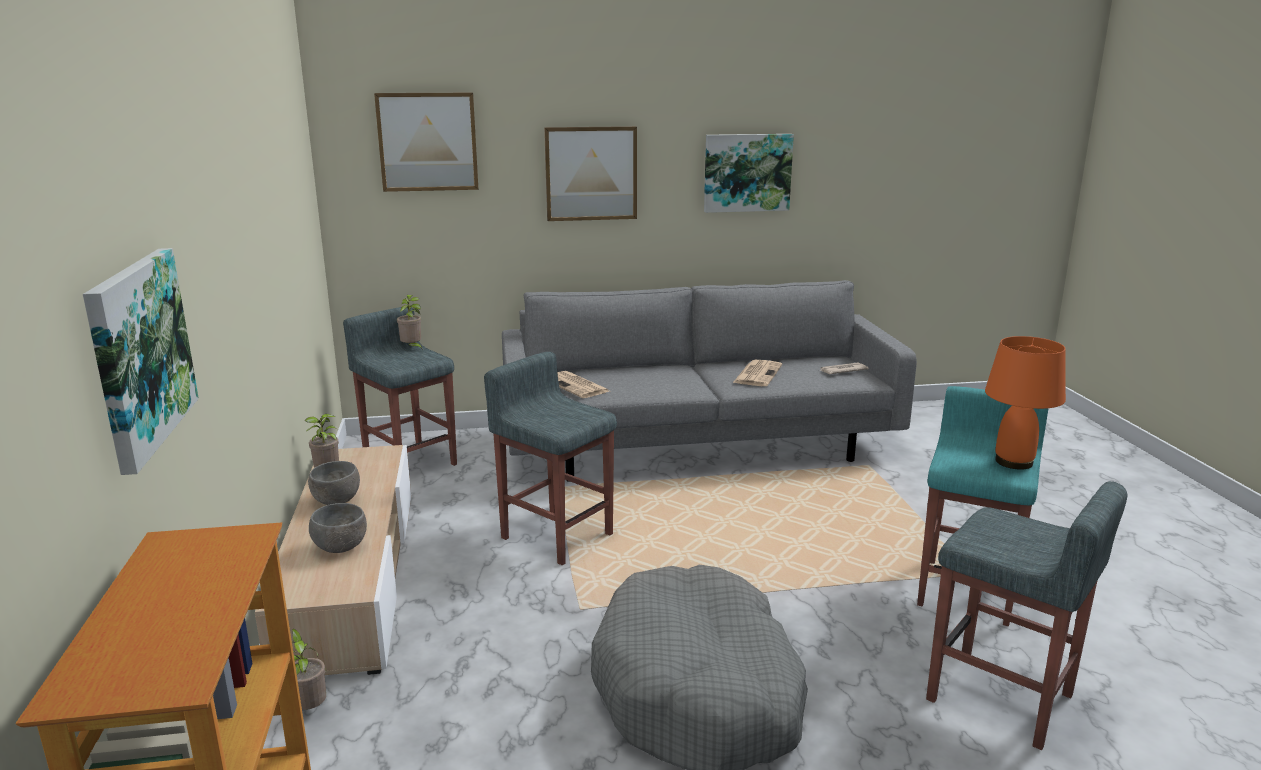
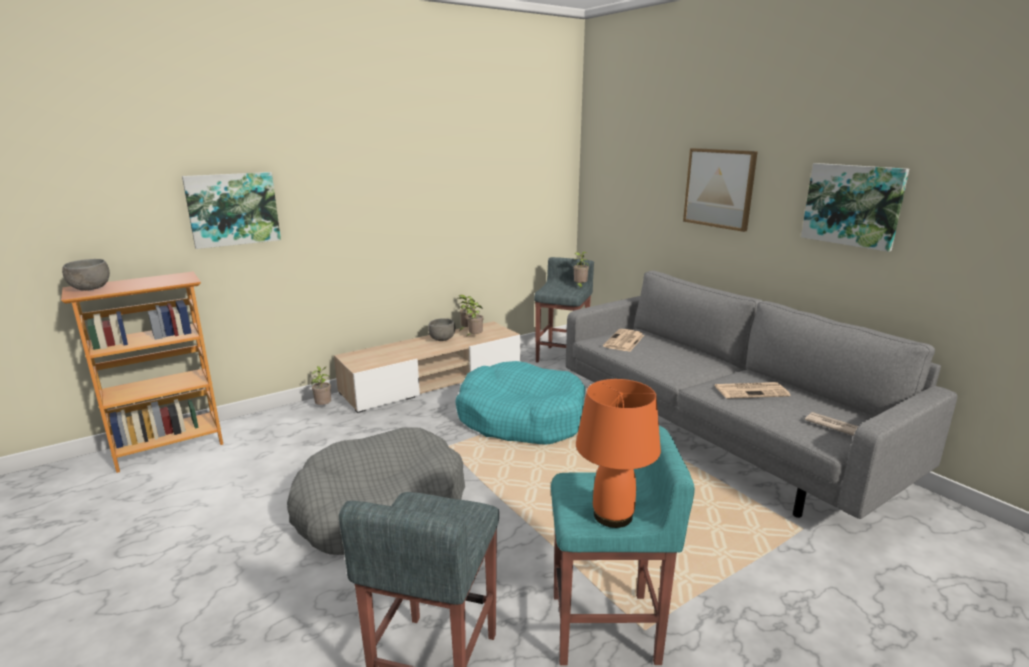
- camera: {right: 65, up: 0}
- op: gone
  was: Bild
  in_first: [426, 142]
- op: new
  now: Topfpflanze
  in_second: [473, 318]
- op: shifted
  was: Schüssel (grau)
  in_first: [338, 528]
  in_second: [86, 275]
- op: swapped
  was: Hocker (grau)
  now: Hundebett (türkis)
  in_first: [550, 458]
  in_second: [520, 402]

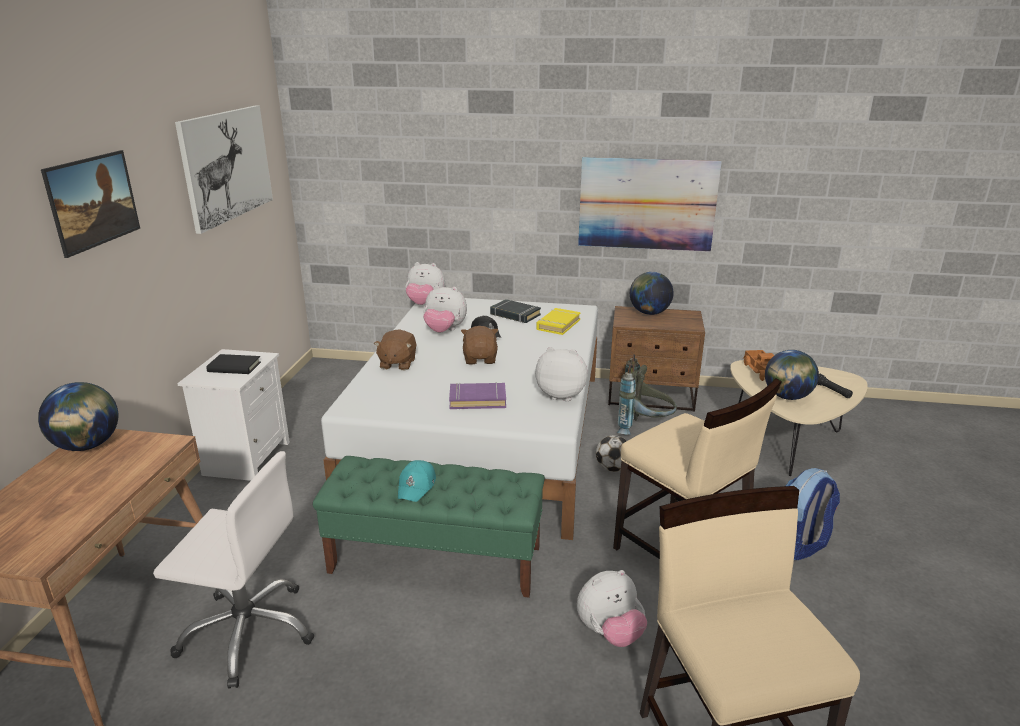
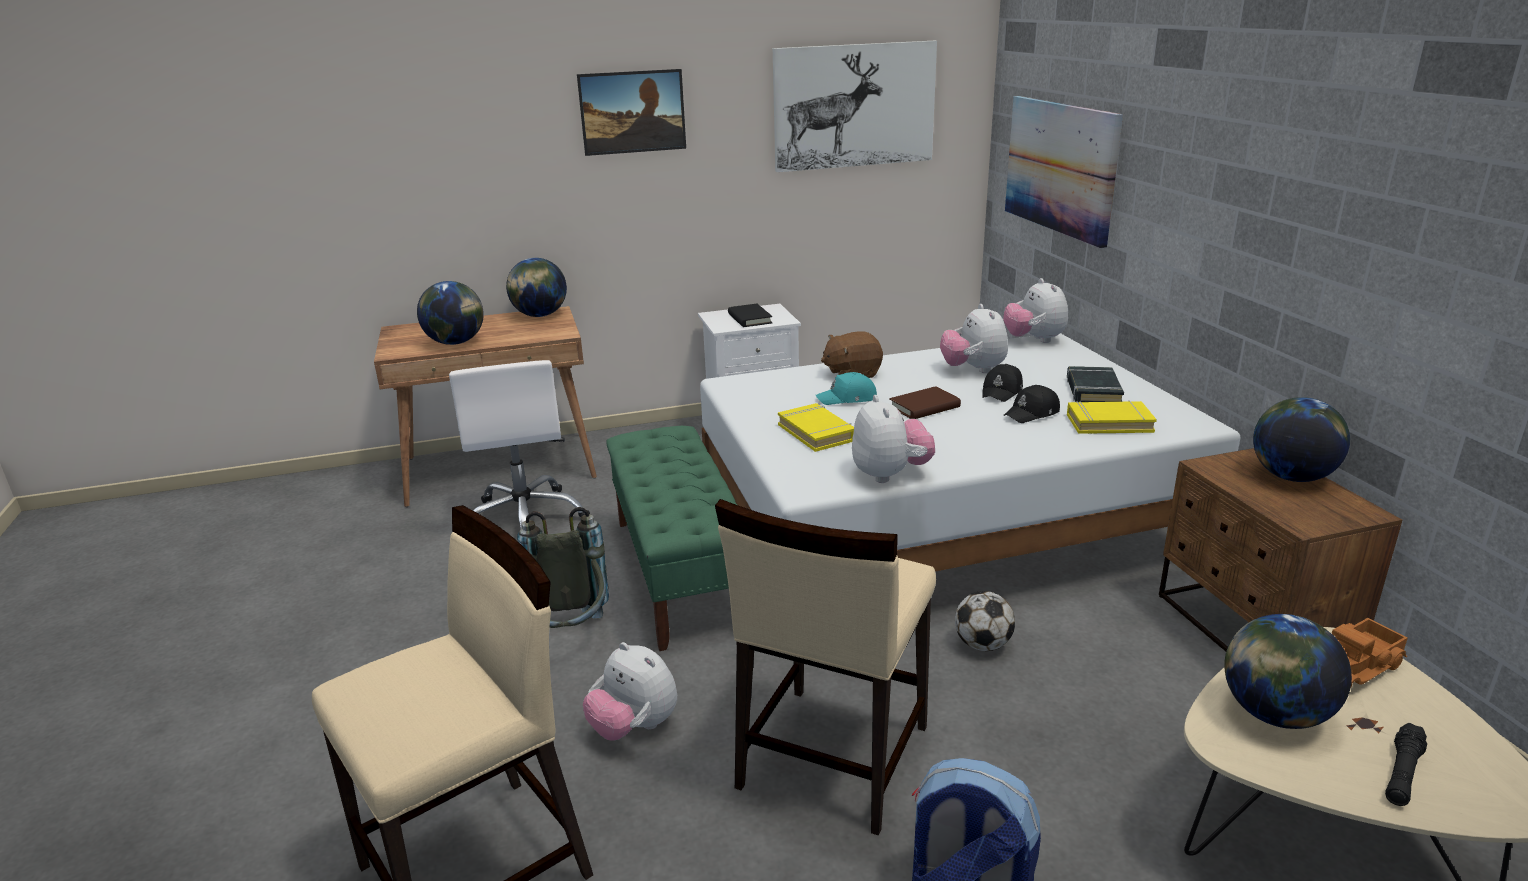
- camera: {right: 65, up: 0}
- op: new
  now: Globus
  in_second: [450, 313]
- op: new
  now: Kappe (schwarz)
  in_second: [1032, 404]
- op: shifted
  was: Kappe (türkis)
  in_first: [417, 481]
  in_second: [846, 388]
- op: shifted
  was: Bild
  in_first: [650, 204]
  in_second: [1064, 172]
- op: shifted
  was: Rucksack (grau)
  in_first: [647, 394]
  in_second: [563, 567]
- op: swapped
  was: Plüschtier (braun)
  now: Buch (braun)
  in_first: [479, 345]
  in_second: [925, 402]
- op: repainted
  was: Buch (lila)
  now: Buch (gelb)
  in_first: [477, 395]
  in_second: [816, 427]

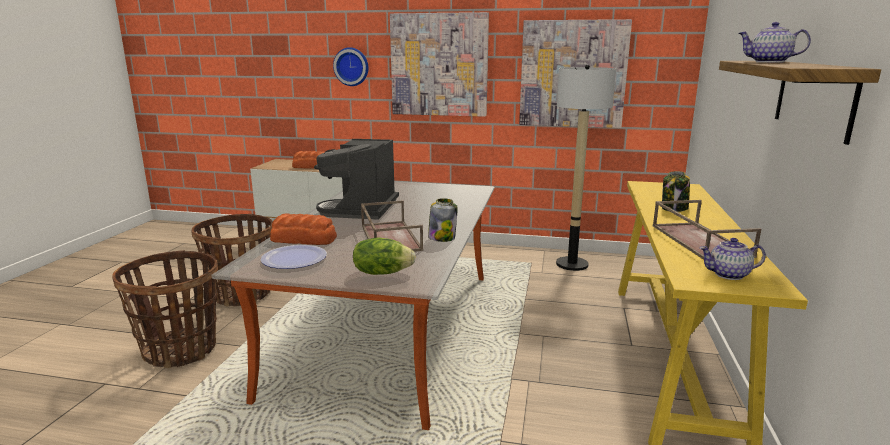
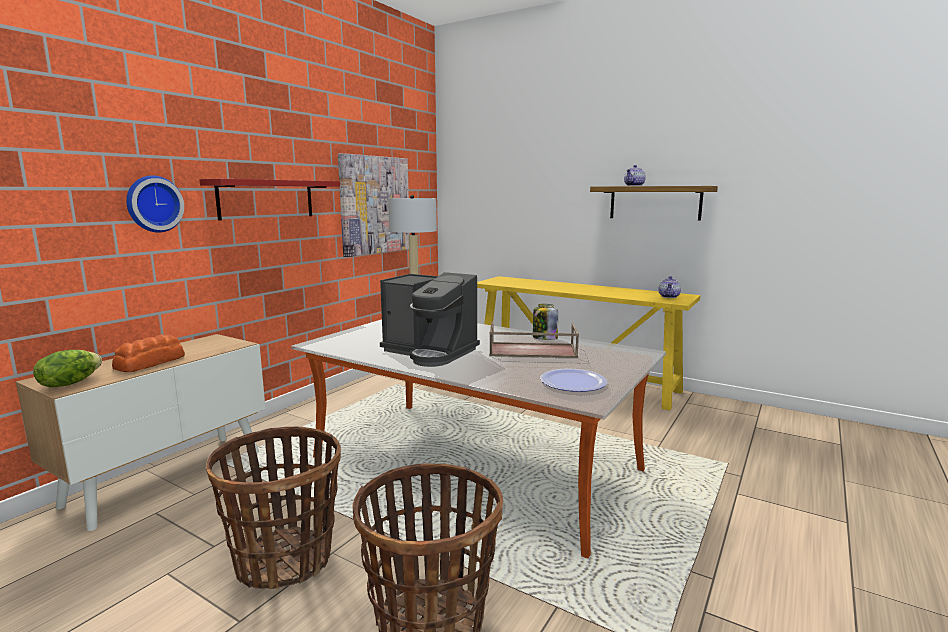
- camera: {right: -70, up: -5}
- op: gone
  was: Brot
  in_first: [303, 229]
- op: gone
  was: Tablett (braun)
  in_first: [707, 230]
- op: gone
  was: Vorratsglas
  in_first: [676, 191]
- op: shifted
  was: Salatkopf
  in_first: [384, 256]
  in_second: [67, 368]
- op: swapped
  was: Bild
  now: Wandregal (rot)
  in_first: [439, 64]
  in_second: [269, 200]

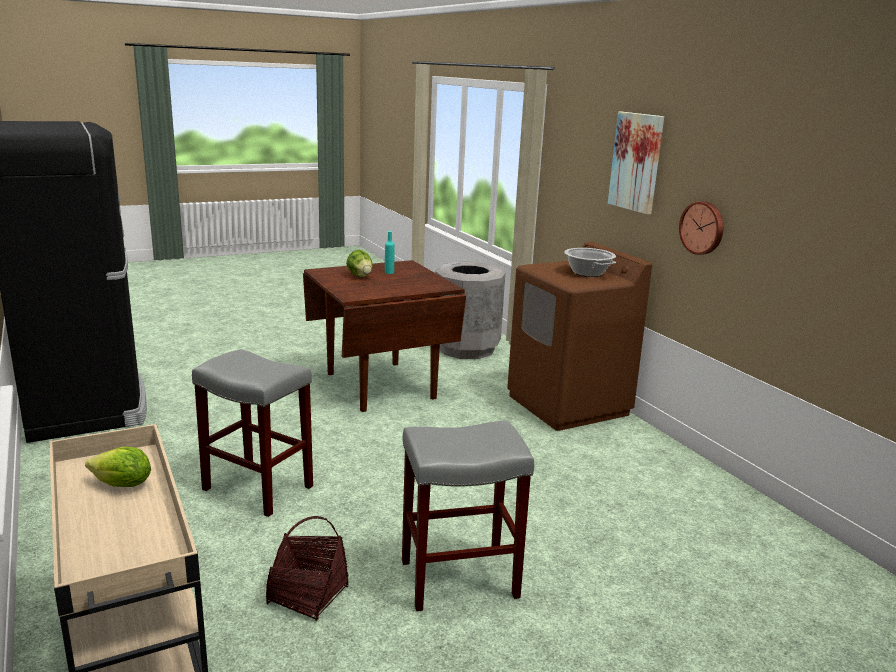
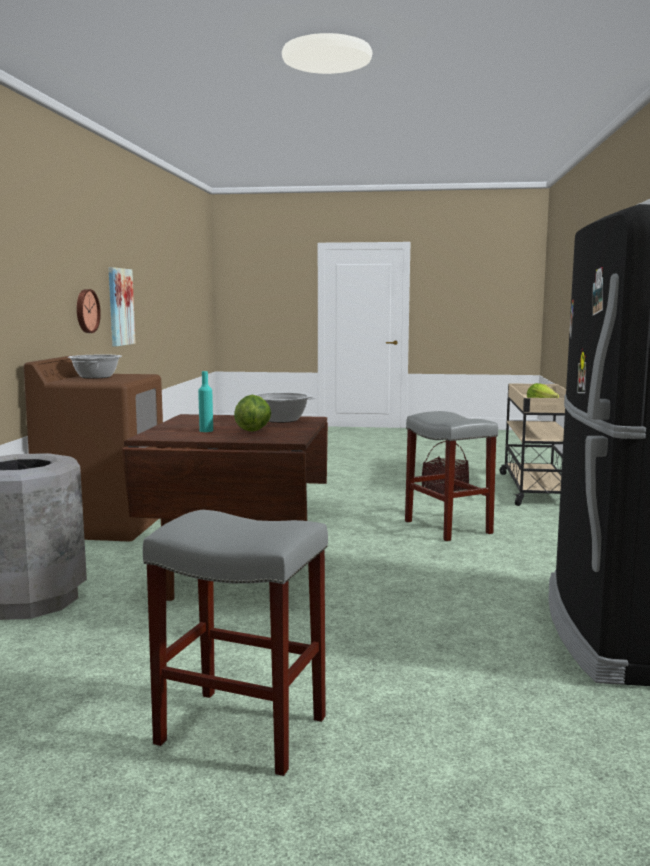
- camera: {right: -145, up: -10}
- op: new
  now: Kochtopf
  in_second: [285, 407]
- op: shifted
  was: Hocker (grau)
  in_first: [468, 515]
  in_second: [235, 643]
- op: shifted
  was: Bild
  in_first: [636, 163]
  in_second: [122, 307]

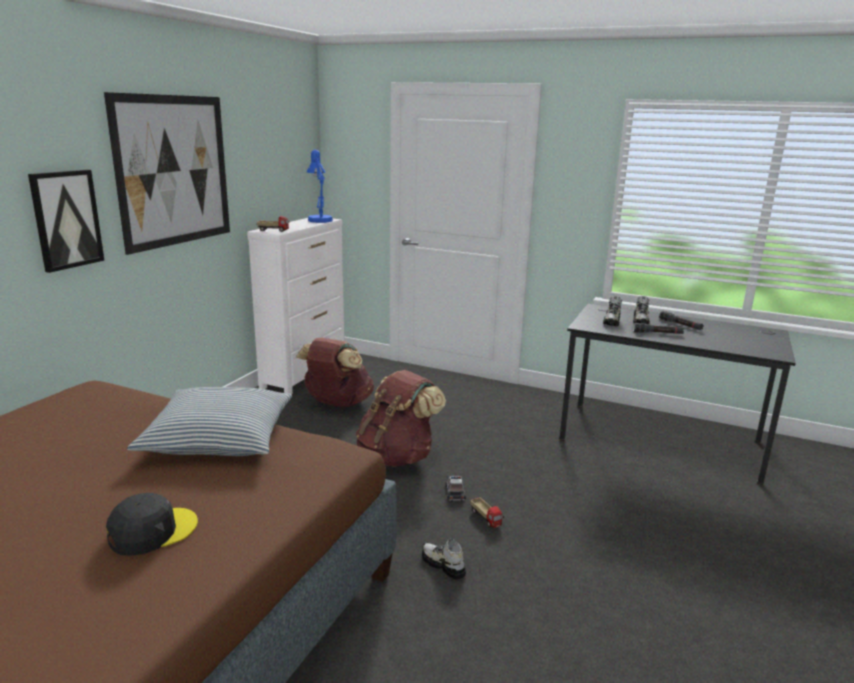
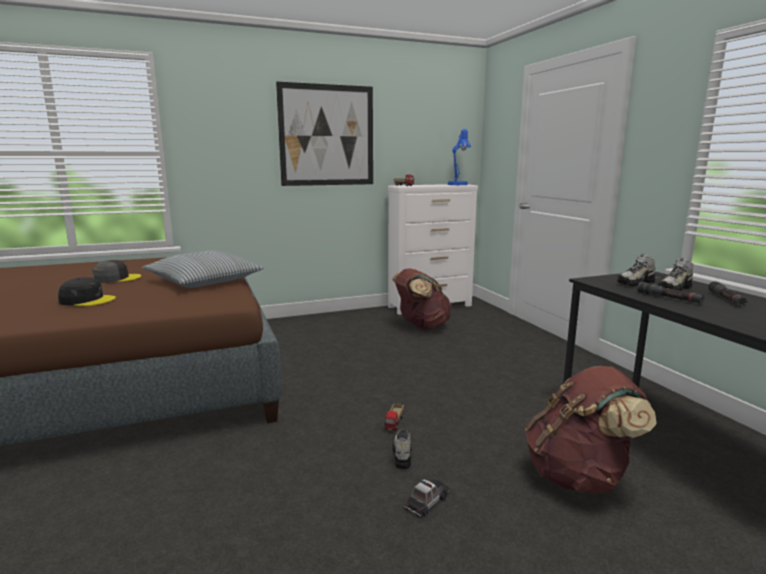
- camera: {right: 45, up: -5}
- op: gone
  was: Bild
  in_first: [66, 221]
- op: new
  now: Kappe (grau)
  in_second: [116, 271]
- op: shifted
  was: Rucksack (braun)
  in_first: [400, 418]
  in_second: [591, 430]
- op: shifted
  was: Schuh
  in_first: [444, 559]
  in_second: [402, 449]
- op: shifted
  was: Spielzeugauto
  in_first: [455, 488]
  in_second: [426, 498]

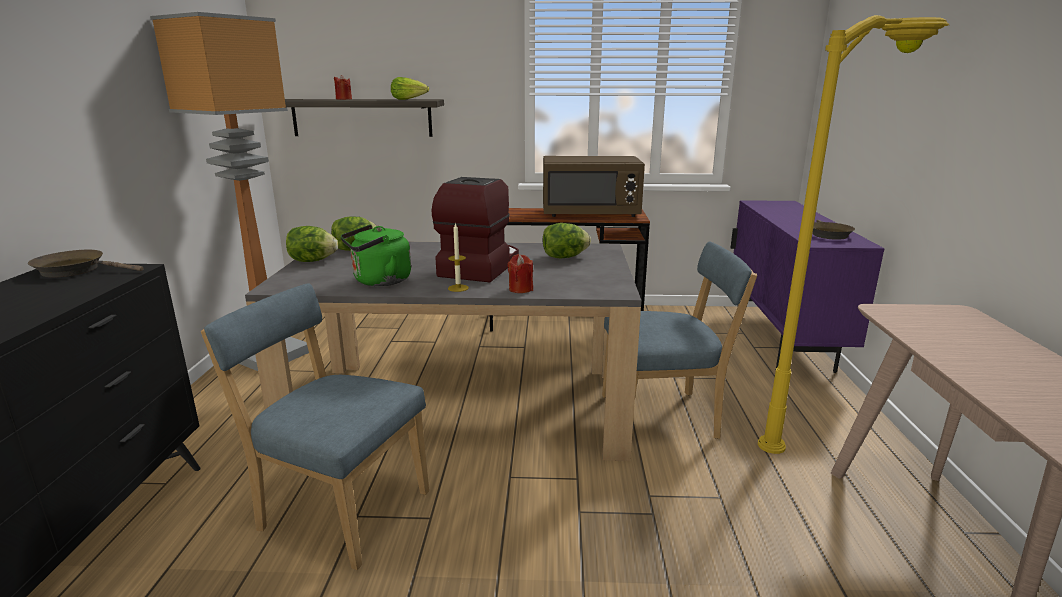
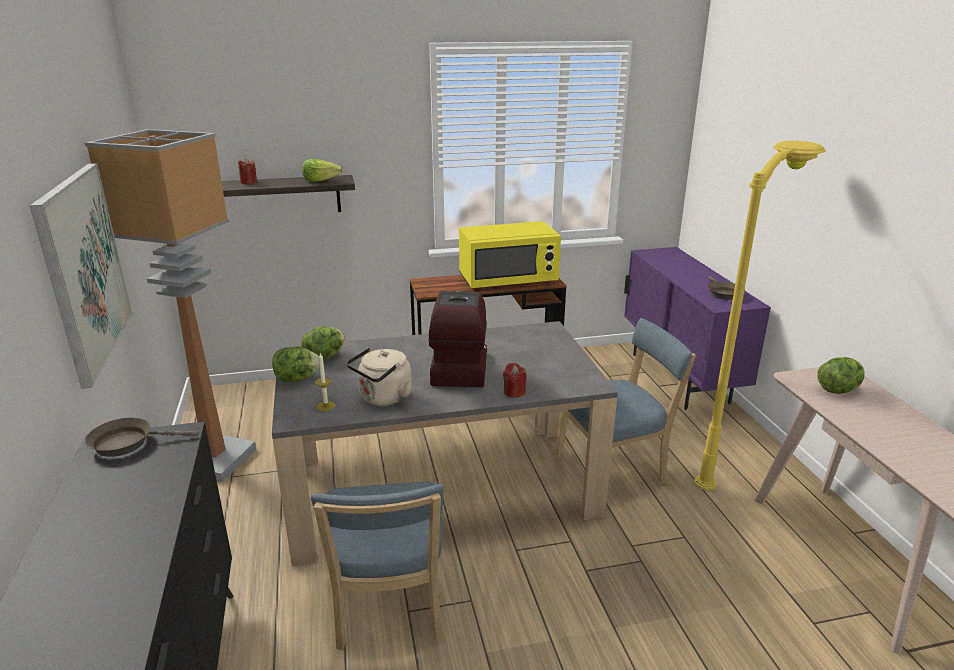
- camera: {right: -15, up: 5}
- op: new
  now: Bild
  in_second: [81, 276]
- op: shifted
  was: Kerze
  in_first: [458, 257]
  in_second: [325, 382]
- op: shifted
  was: Salatkopf
  in_first: [567, 241]
  in_second: [841, 375]
- op: repainted
  was: Wasserkessel (grün)
  now: Wasserkessel (beige)
  in_first: [376, 255]
  in_second: [379, 377]
- op: repainted
  was: Mikrowelle (braun)
  now: Mikrowelle (gelb)
  in_first: [594, 186]
  in_second: [510, 254]
- op: rotated
  was: Stuhl (blau)
  in_first: [315, 426]
  in_second: [377, 566]
  clockwise: -105

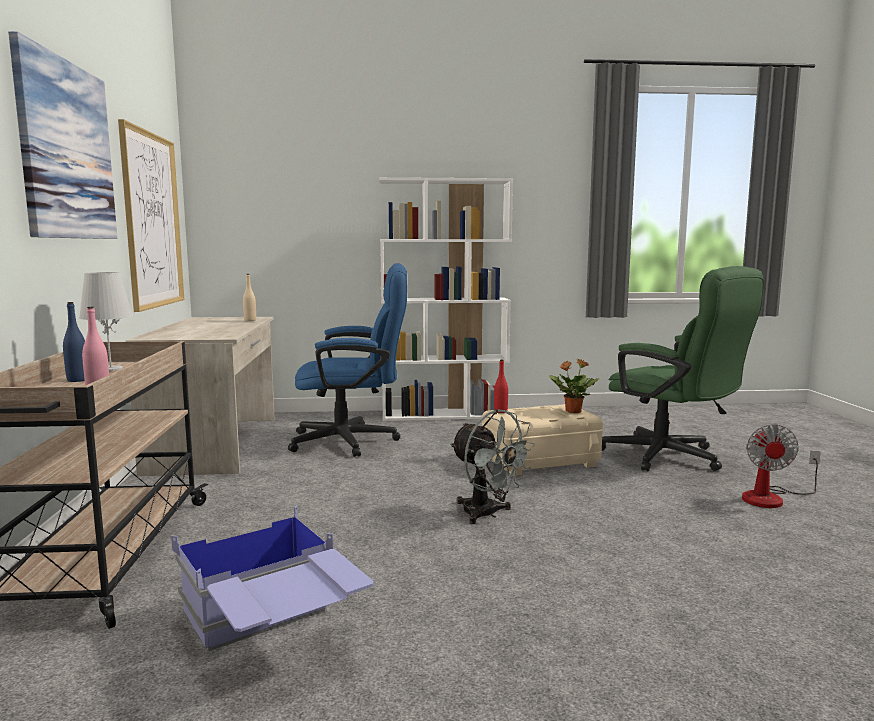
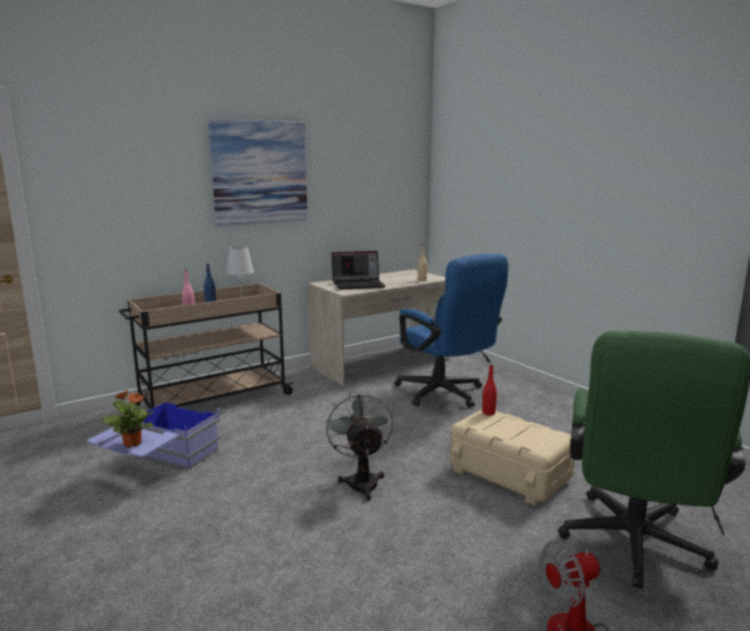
- camera: {right: 60, up: 5}
- op: gone
  was: Bild
  in_first: [151, 215]
- op: gone
  was: Bücherregal (weiß)
  in_first: [446, 299]
- op: new
  now: Laptop
  in_second: [358, 270]
- op: shifted
  was: Topfpflanze
  in_first: [574, 386]
  in_second: [128, 419]
- op: rotated
  was: Ventilator (grau)
  in_first: [492, 466]
  in_second: [359, 446]
  clockwise: 150

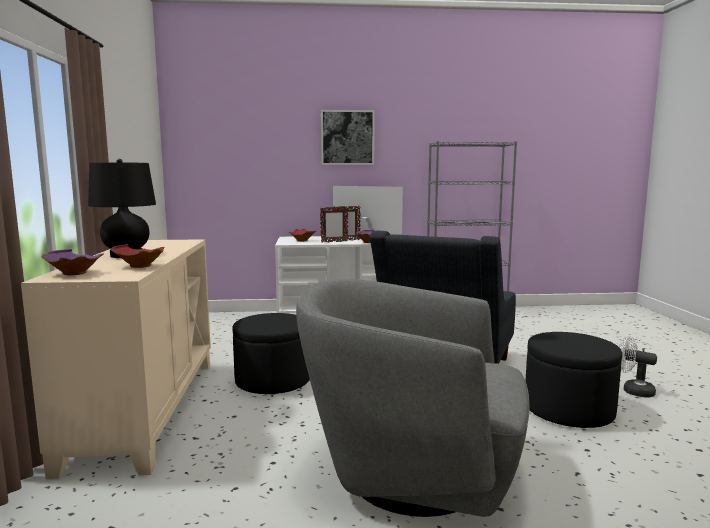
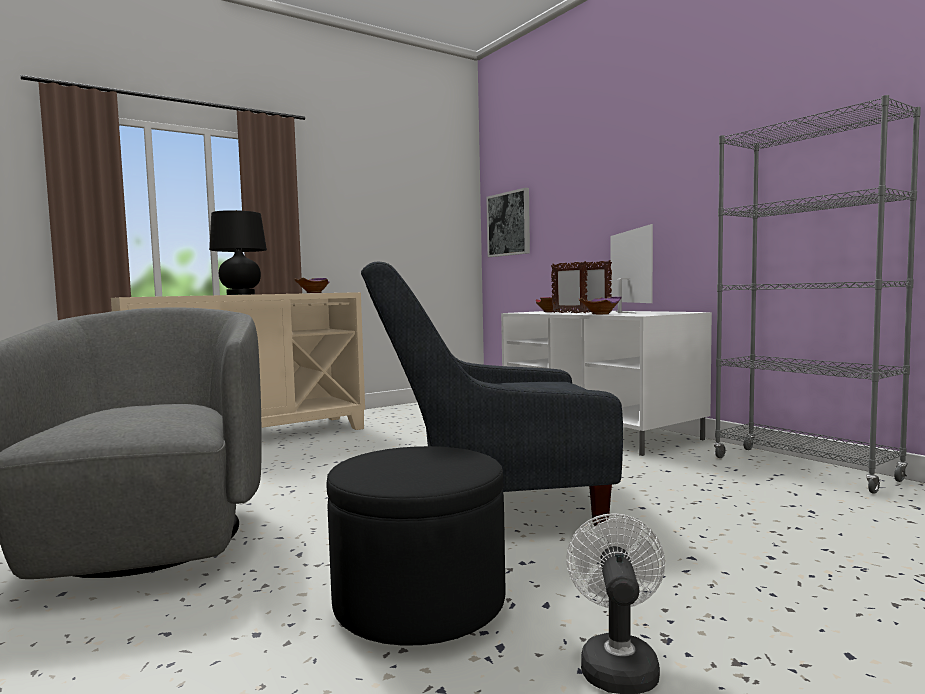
- camera: {right: 60, up: -5}
- op: gone
  was: Schüssel (rot)
  in_first: [137, 256]
- op: gone
  was: Polsterhocker (schwarz)
  in_first: [271, 353]
- op: shifted
  was: Schüssel (lila)
  in_first: [72, 262]
  in_second: [312, 285]
- op: shifted
  was: Bild
  in_first: [348, 137]
  in_second: [508, 222]

